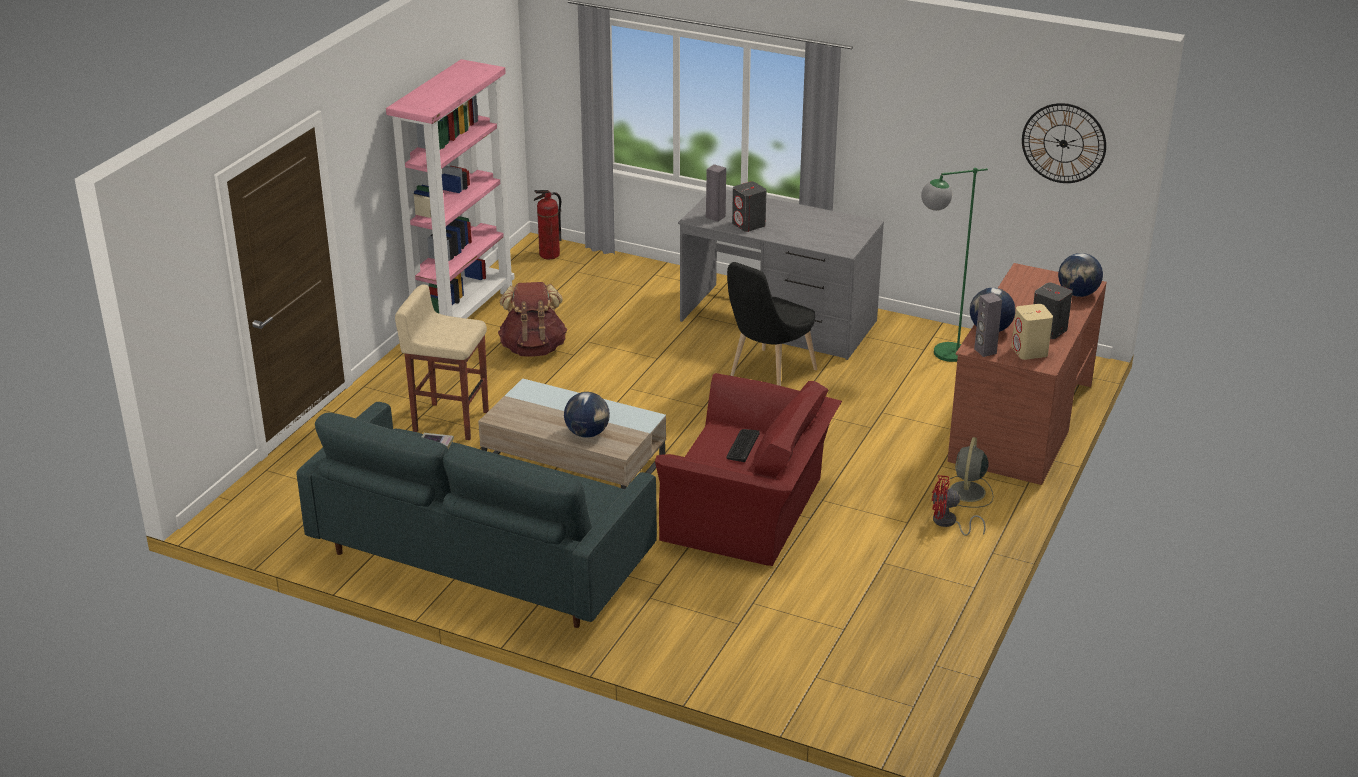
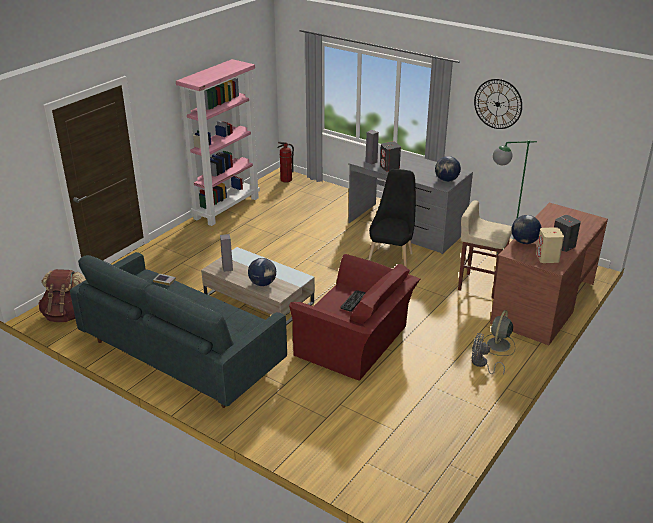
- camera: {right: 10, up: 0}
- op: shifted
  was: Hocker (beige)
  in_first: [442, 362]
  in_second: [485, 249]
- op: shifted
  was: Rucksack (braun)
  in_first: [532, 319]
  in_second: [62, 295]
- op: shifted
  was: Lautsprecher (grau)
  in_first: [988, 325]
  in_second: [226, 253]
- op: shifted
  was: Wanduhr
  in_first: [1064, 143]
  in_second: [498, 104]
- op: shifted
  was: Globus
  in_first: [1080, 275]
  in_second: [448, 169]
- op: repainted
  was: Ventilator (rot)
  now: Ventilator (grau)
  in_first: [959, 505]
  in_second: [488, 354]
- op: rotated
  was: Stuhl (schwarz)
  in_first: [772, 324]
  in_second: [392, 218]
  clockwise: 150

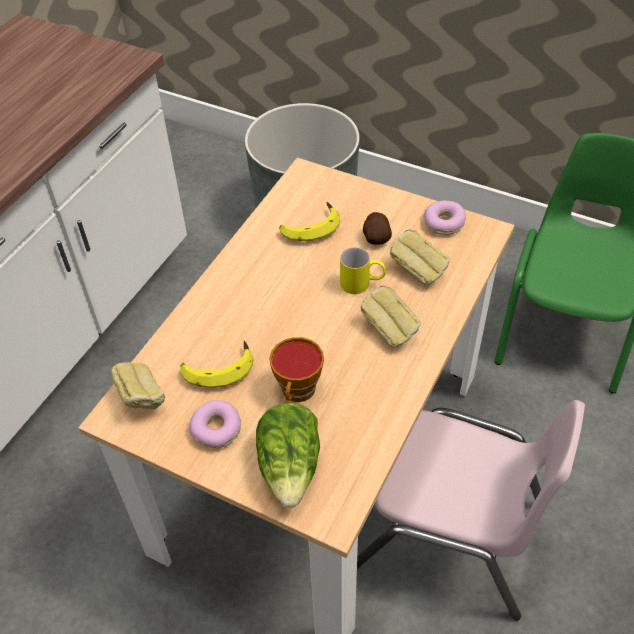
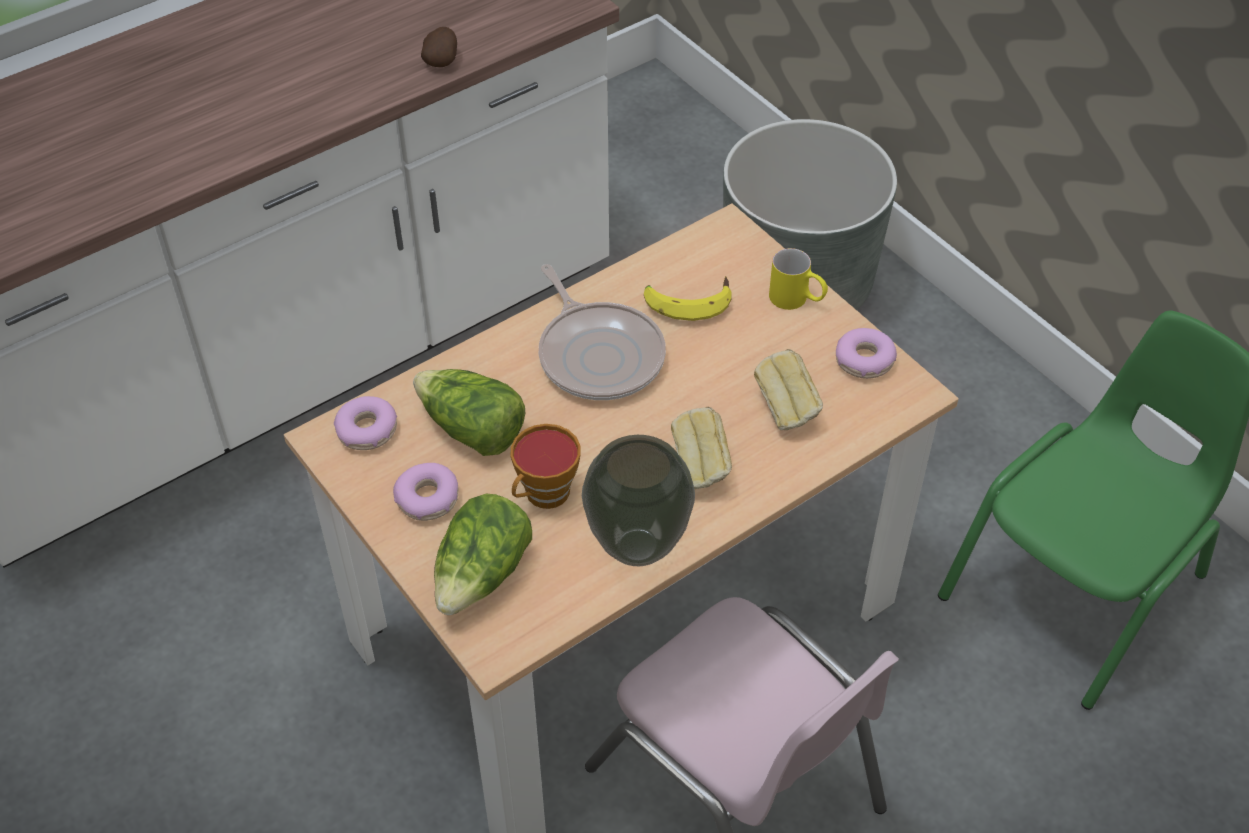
- camera: {right: 25, up: 0}
- op: new
  now: Pfanne
  in_second: [602, 332]
- op: new
  now: Vase
  in_second: [638, 500]
- op: shifted
  was: Henkelbecher (gelb)
  in_first: [363, 270]
  in_second: [798, 279]
- op: shifted
  was: Kartoffel
  in_first: [377, 228]
  in_second: [439, 47]
- op: swapped
  was: Brot
  now: Donut
  in_first: [138, 385]
  in_second: [365, 423]
- op: swapped
  was: Banane
  now: Salatkopf
  in_first: [216, 364]
  in_second: [469, 412]

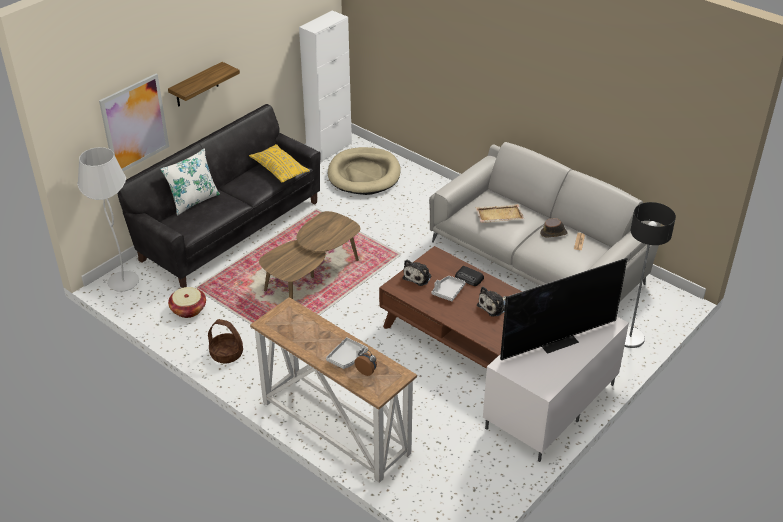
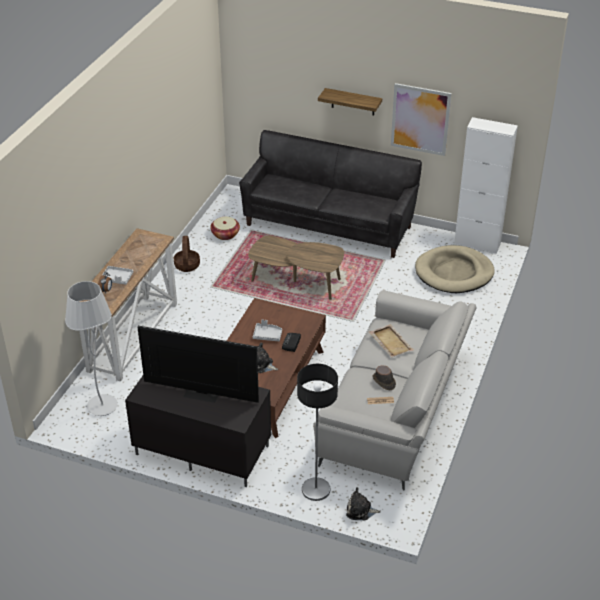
- camera: {right: 70, up: 0}
- op: gone
  was: Kissen (weiß)
  in_first: [190, 182]
- op: gone
  was: Kissen (gelb)
  in_first: [279, 163]
- op: shifted
  was: Stehlampe (weiß)
  in_first: [108, 219]
  in_second: [91, 348]
- op: shifted
  was: Bild
  in_first: [134, 122]
  in_second: [421, 119]
- op: shifted
  was: Plüschtier
  in_first: [417, 273]
  in_second: [363, 504]
- op: repainted
  was: Fernsehschrank (weiß)
  now: Fernsehschrank (schwarz)
  in_first: [556, 389]
  in_second: [198, 431]
- op: rotated
  was: Fernseher
  in_first: [563, 309]
  in_second: [198, 364]
  clockwise: 150

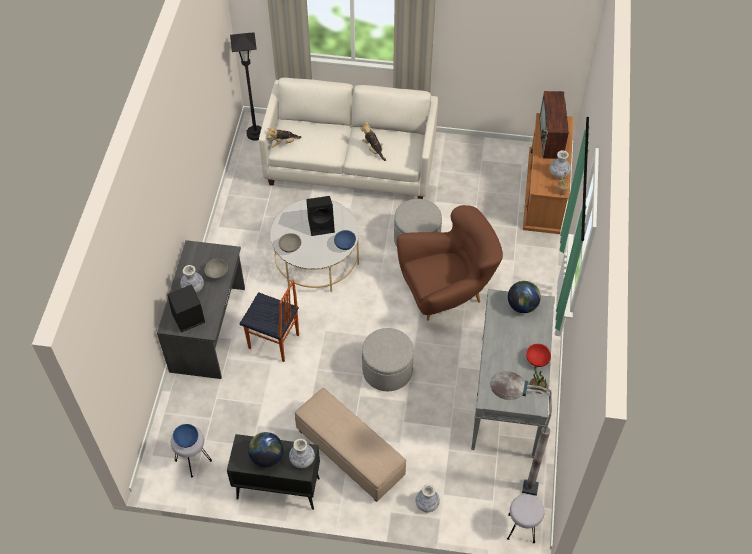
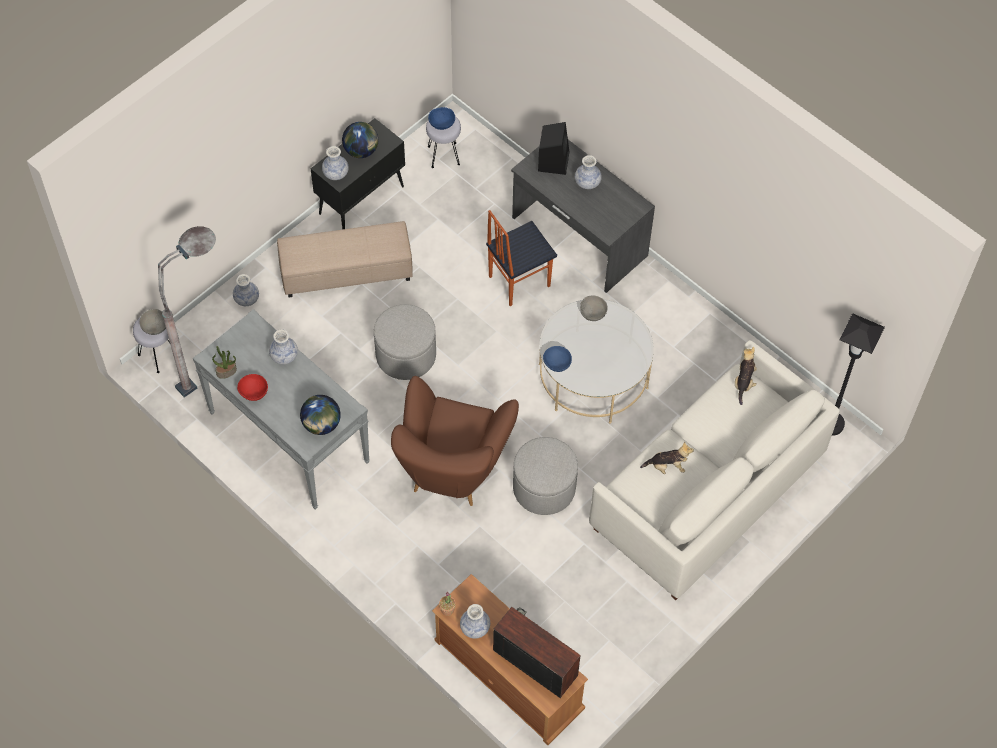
- camera: {right: 125, up: 5}
- op: gone
  was: Lautsprecher (schwarz)
  in_first: [321, 216]
- op: new
  now: Vase
  in_second: [283, 347]
- op: shifted
  was: Schüssel (grau)
  in_first: [216, 269]
  in_second: [152, 322]

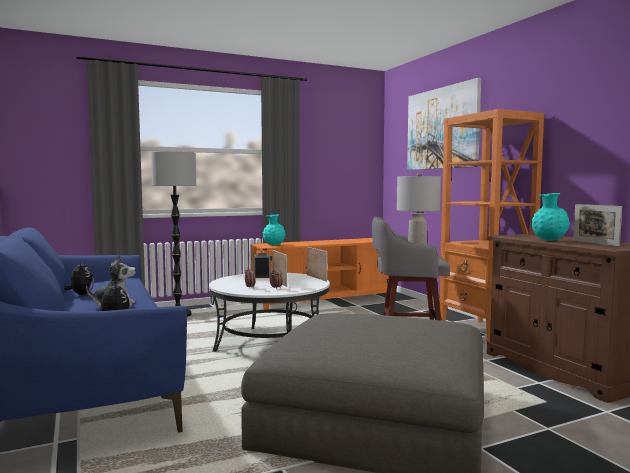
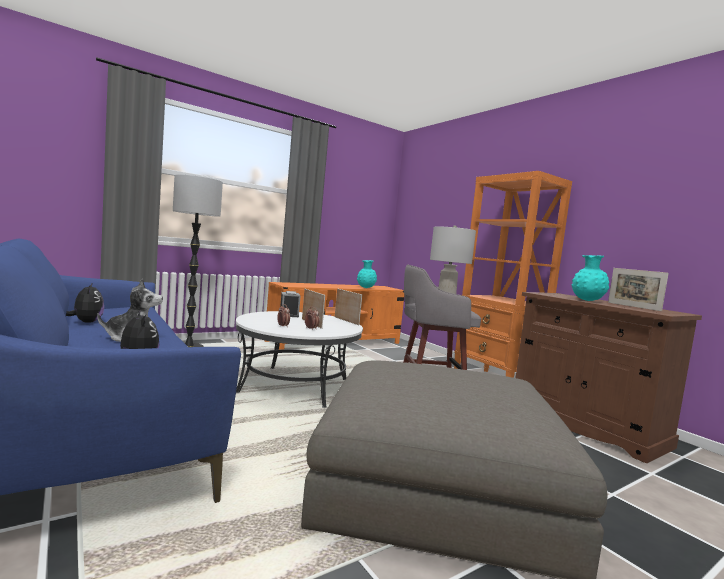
- camera: {right: -10, up: 0}
- op: gone
  was: Bild
  in_first: [444, 124]
- op: shifted
  was: Vase (türkis)
  in_first: [274, 230]
  in_second: [367, 274]

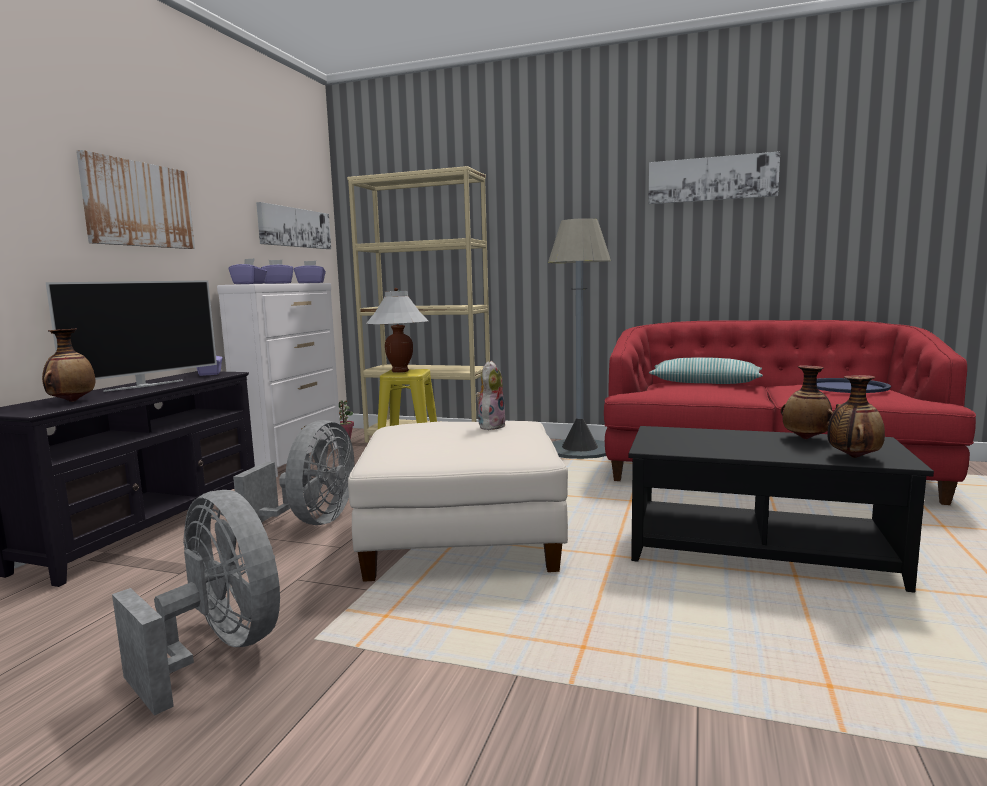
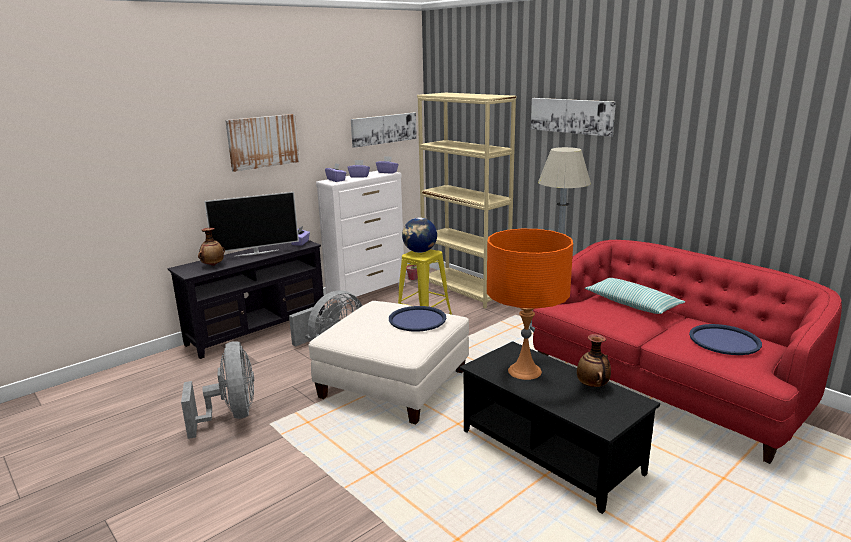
- camera: {right: 30, up: 10}
- op: gone
  was: Vase
  in_first: [856, 416]
- op: new
  now: Tischlampe (orange)
  in_second: [530, 304]
- op: shifted
  was: Bild
  in_first: [714, 177]
  in_second: [573, 117]
- op: swapped
  was: Tischlampe (weiß)
  now: Globus
  in_first: [397, 330]
  in_second: [419, 235]
- op: swapped
  was: Plüschtier
  now: Tablett (blau)
  in_first: [491, 395]
  in_second: [417, 318]

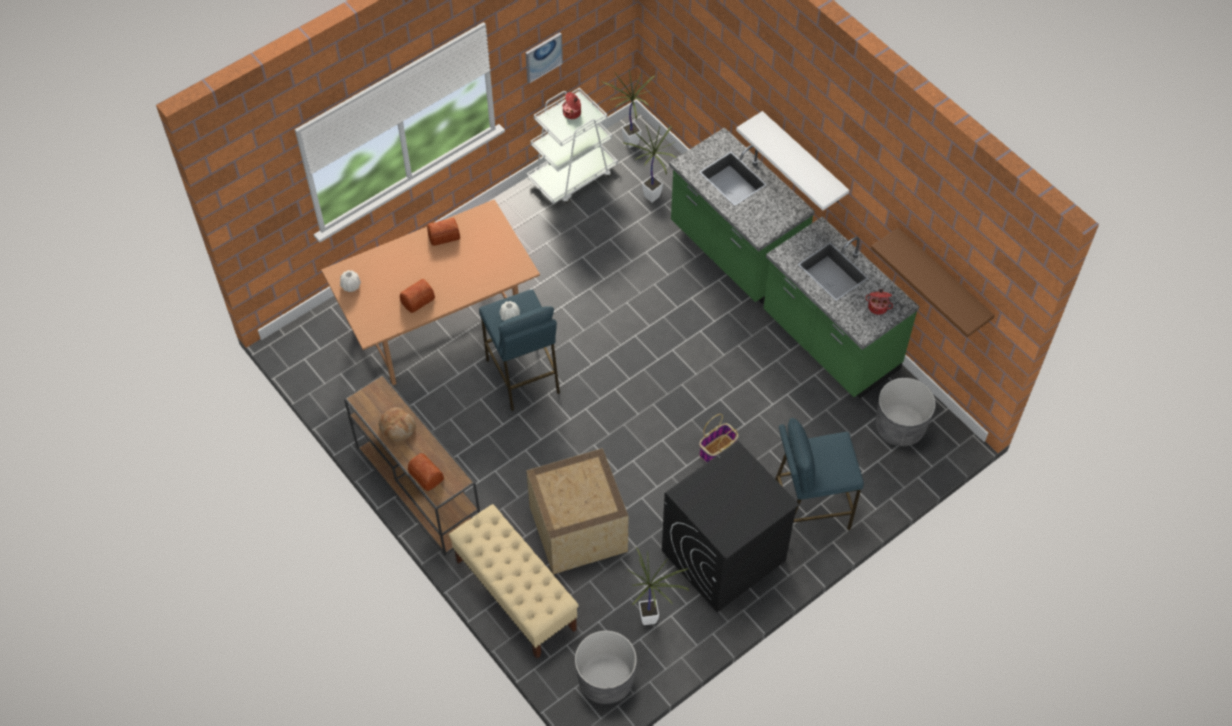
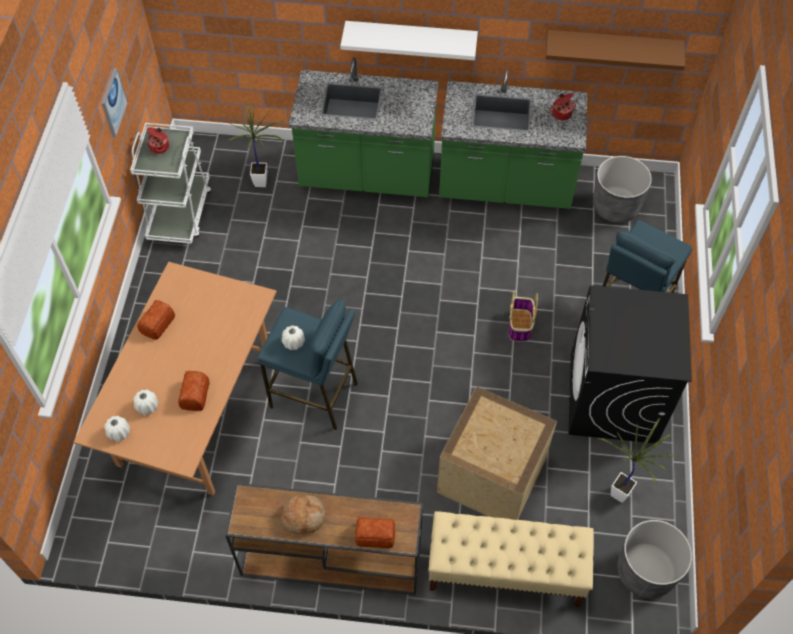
- camera: {right: -45, up: 0}
- op: gone
  was: Topfpflanze
  in_first: [629, 108]
- op: new
  now: Vase (weiß)
  in_second: [146, 402]

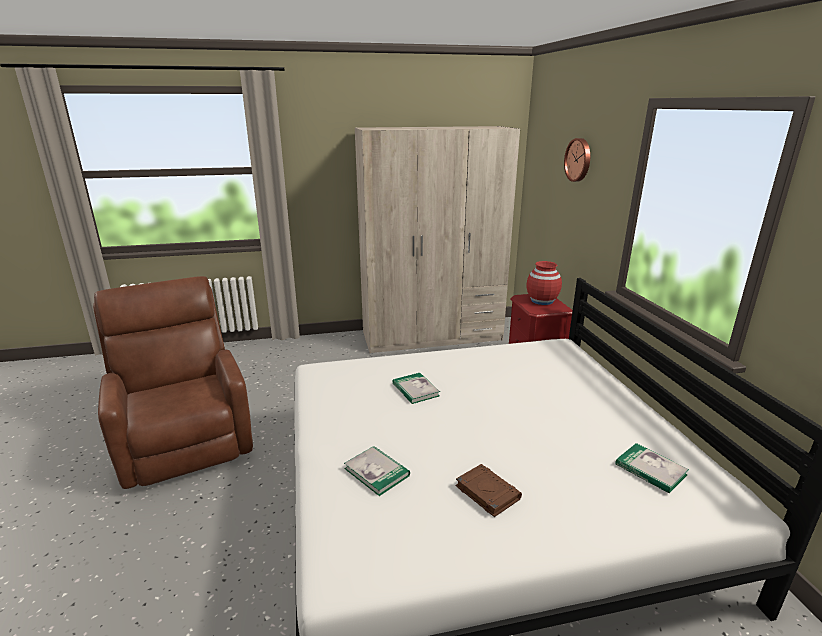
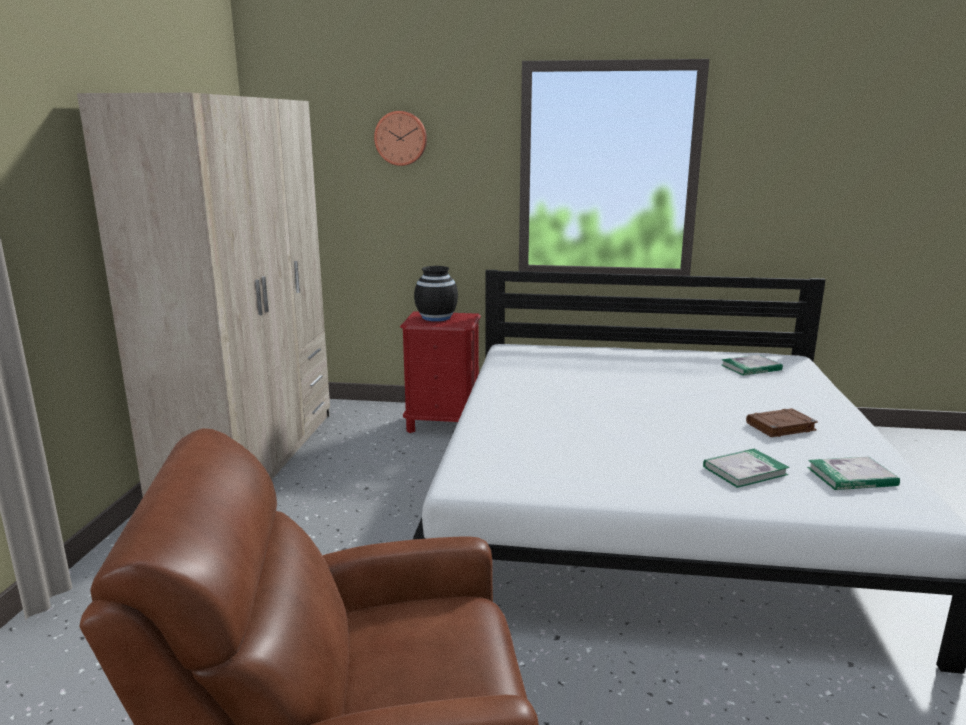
- camera: {right: -70, up: -5}
- op: shifted
  was: Buch
  in_first: [416, 388]
  in_second: [853, 473]
- op: repainted
  was: Vase (rot)
  now: Vase (schwarz)
  in_first: [544, 283]
  in_second: [436, 293]

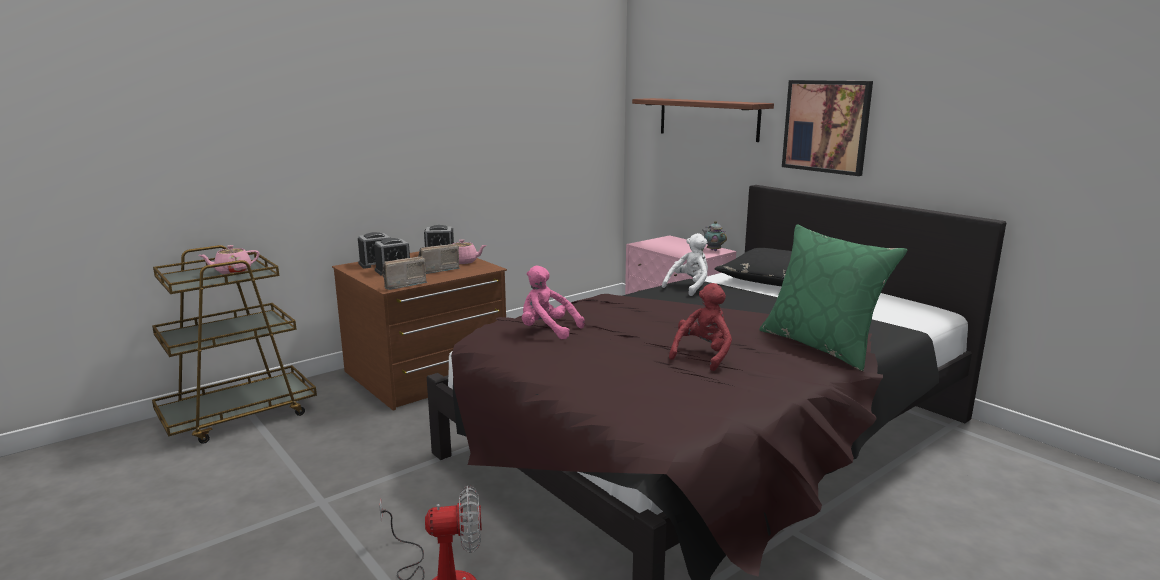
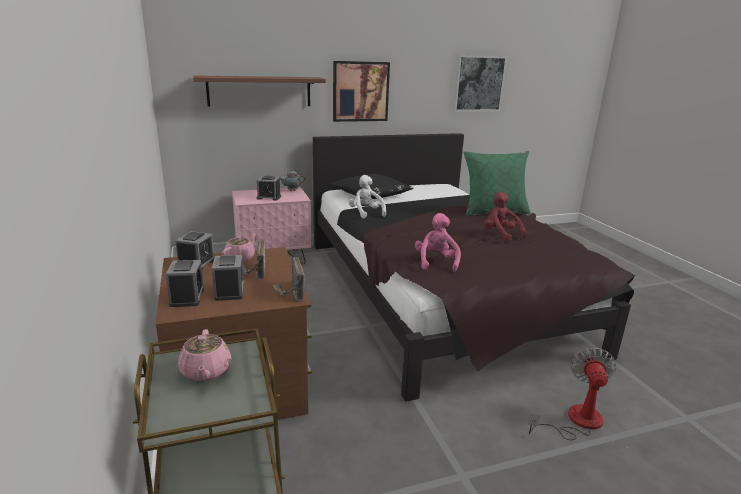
- camera: {right: -70, up: 5}
- op: new
  now: Wecker
  in_second: [268, 188]
- op: new
  now: Bild
  in_second: [480, 83]
- op: rotated
  was: Plüschtier (rosa)
  in_first: [553, 302]
  in_second: [438, 242]
  clockwise: 135

